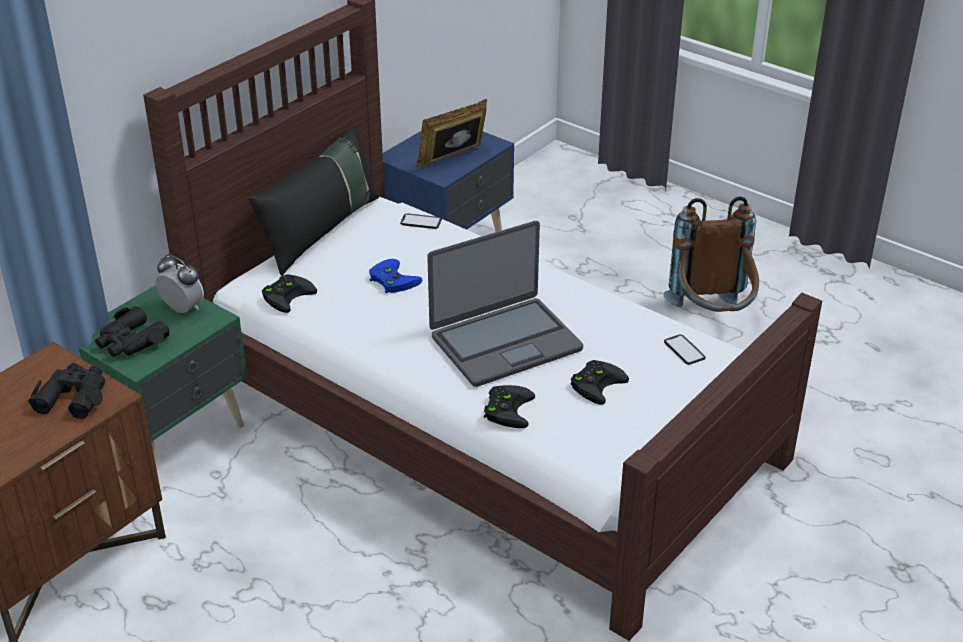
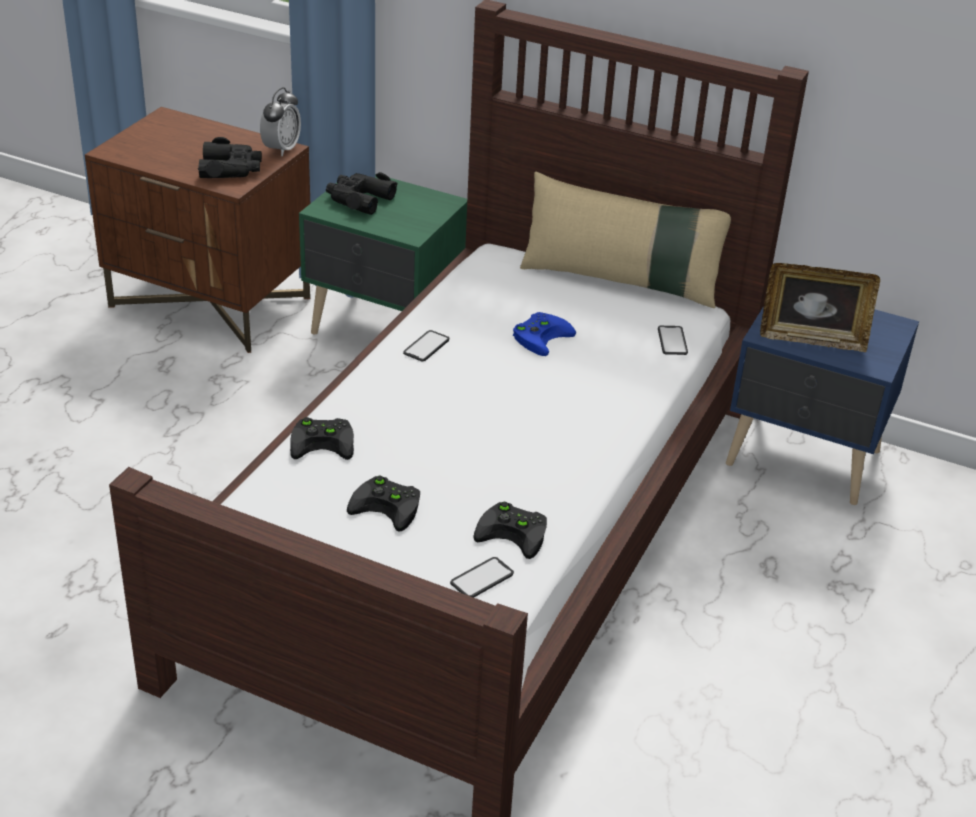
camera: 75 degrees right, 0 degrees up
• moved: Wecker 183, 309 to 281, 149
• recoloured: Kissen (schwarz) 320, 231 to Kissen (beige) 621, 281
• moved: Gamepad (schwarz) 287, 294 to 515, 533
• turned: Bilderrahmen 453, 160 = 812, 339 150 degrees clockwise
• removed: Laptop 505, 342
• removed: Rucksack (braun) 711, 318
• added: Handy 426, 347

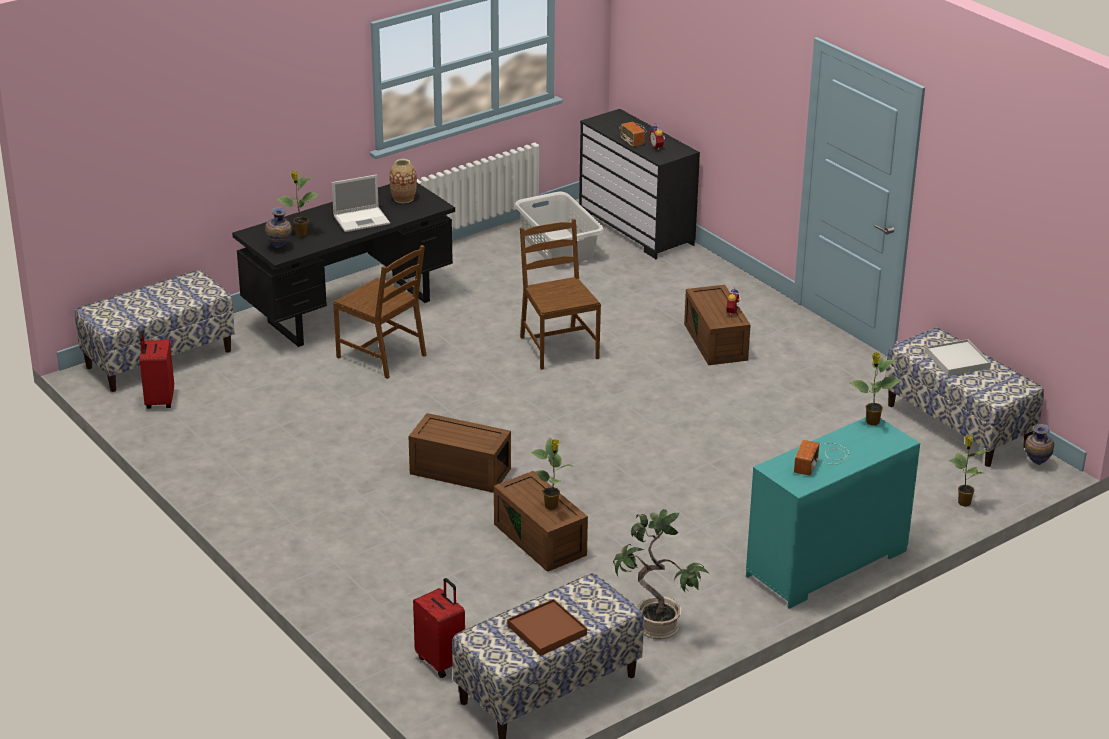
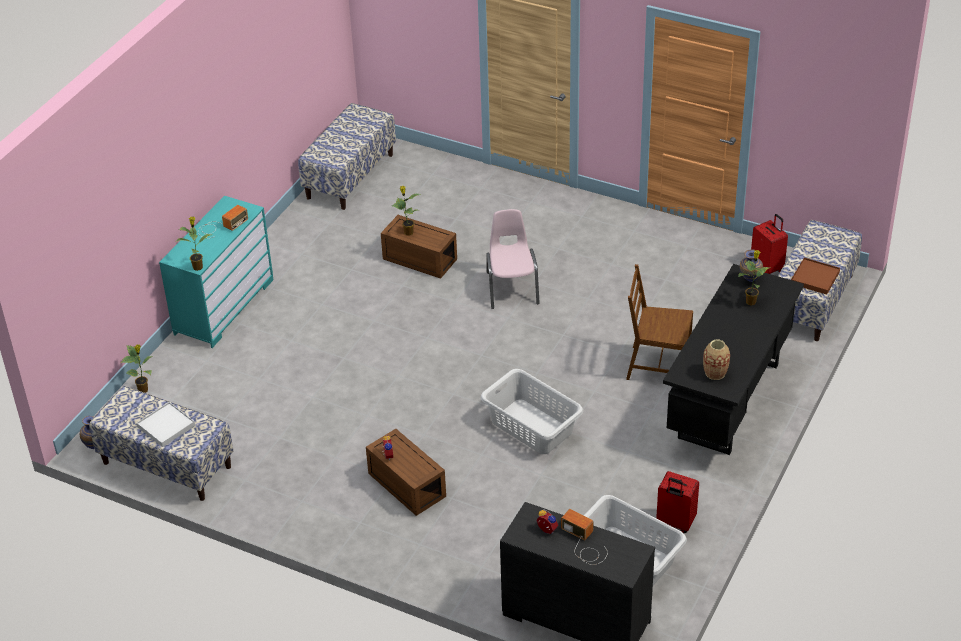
camera: 155 degrees right, 10 degrees up
• removed: Laptop 362, 219
• replaced: Aufbewahrungsbox (braun) 458, 471 to Stuhl (rosa) 512, 288
• moved: Koffer (rot) 441, 661 to 675, 523
• moved: Tablett (braun) 547, 630 to 815, 278
• replaced: Stuhl (braun) 557, 347 to Wäschekorb (grau) 531, 427
• removed: Topfpflanze 656, 627
• turned: Radio 822, 459 = 220, 226 45 degrees clockwise

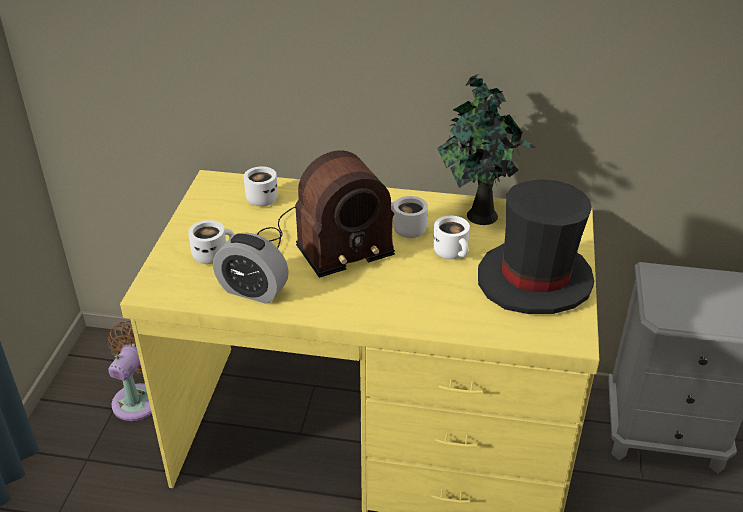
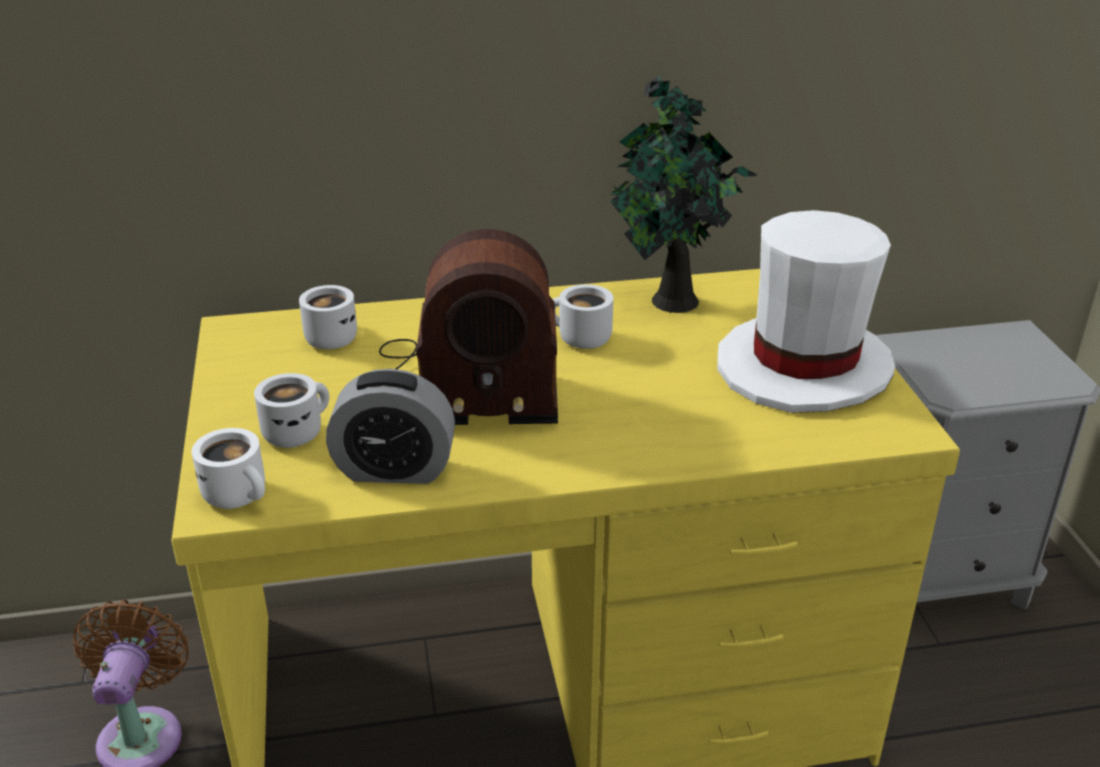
camera: 20 degrees left, 5 degrees down
• turned: Radio 323, 244 = 466, 382 45 degrees clockwise
• moved: Henkelbecher (weiß) 453, 252 to 240, 495
• recoloured: Hut (schwarz) 535, 280 to Hut (weiß) 804, 367

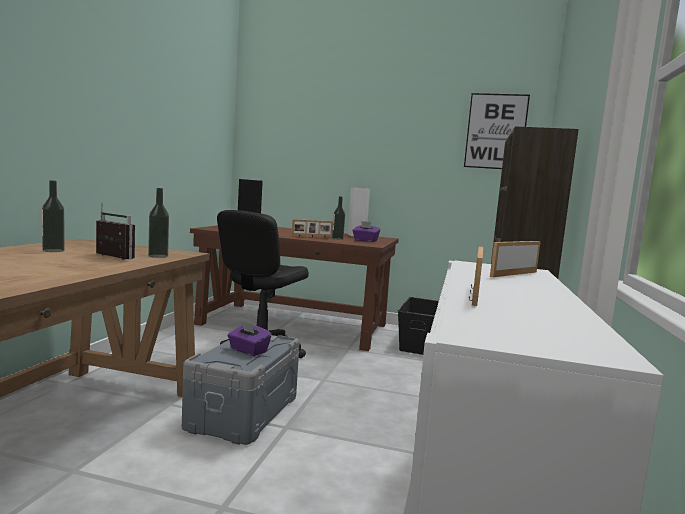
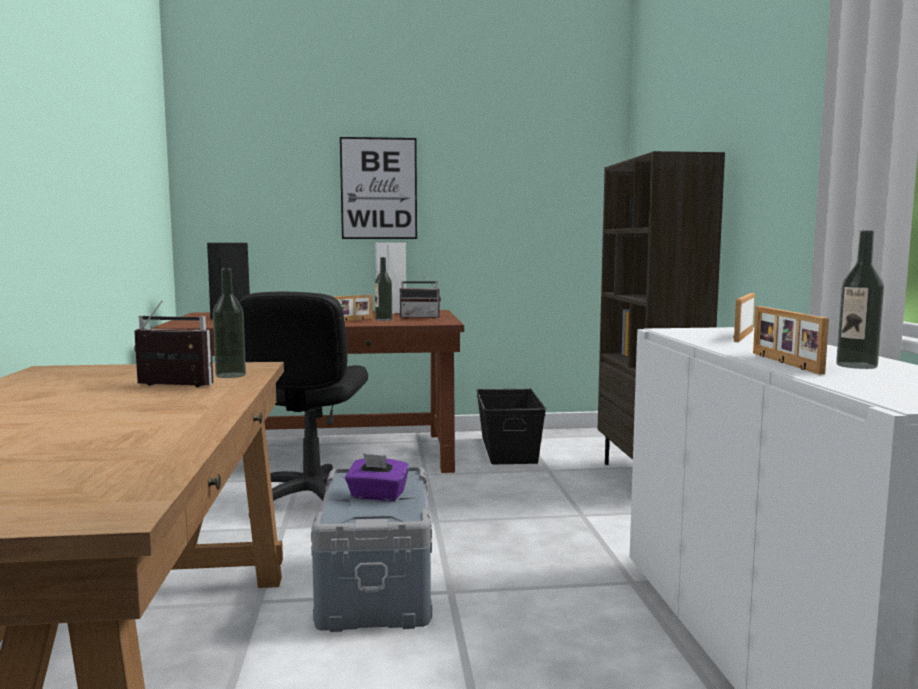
camera: 20 degrees left, 0 degrees up
• moved: Flasche 53, 250 to 856, 365
• replaced: Taschentuchbox (lila) 365, 240 to Radio 420, 317
• moved: Bild 496, 131 to 379, 188

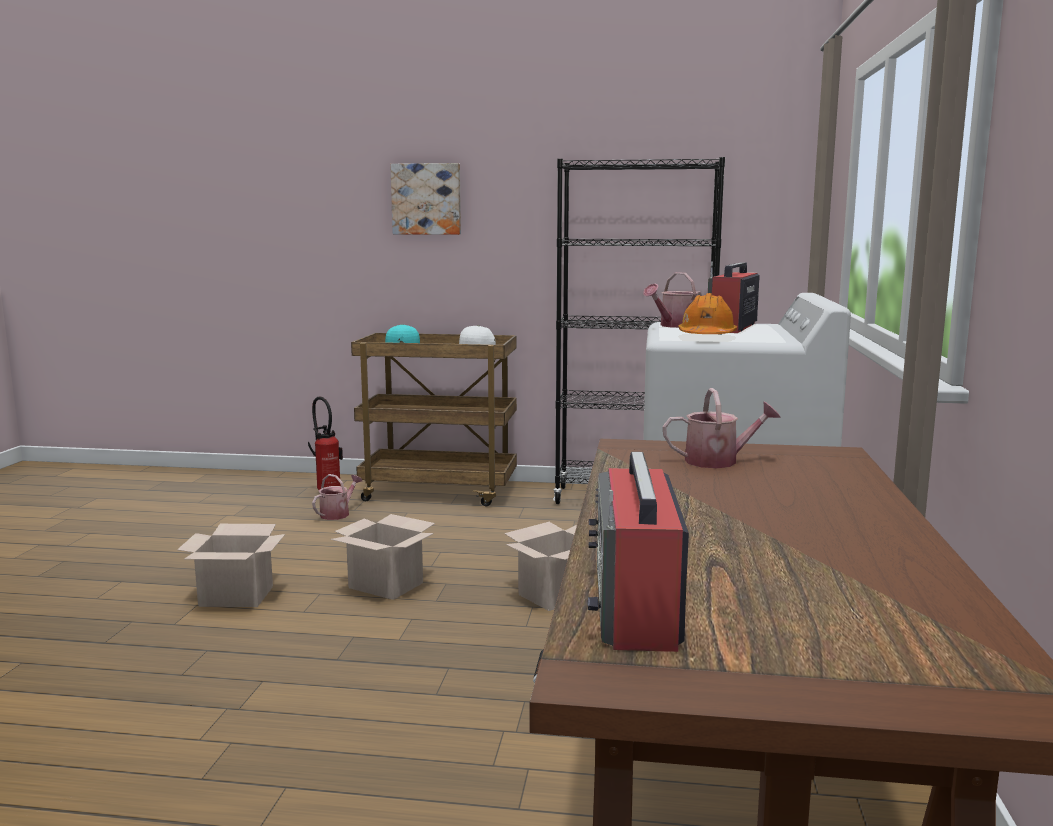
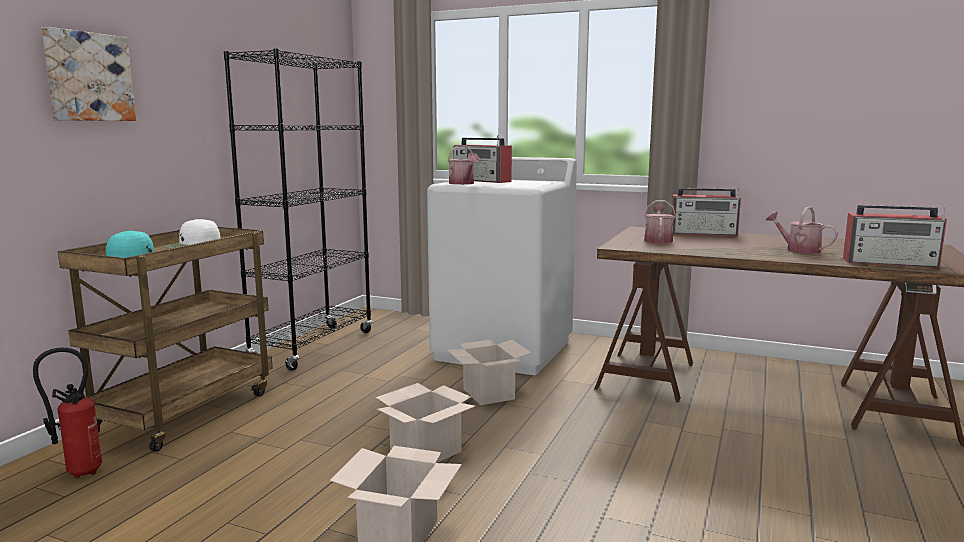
camera: 75 degrees left, 0 degrees up
• moved: Gießkanne 337, 514 to 798, 250
• removed: Schutzhelm (orange) 707, 337
• added: Radio 704, 233

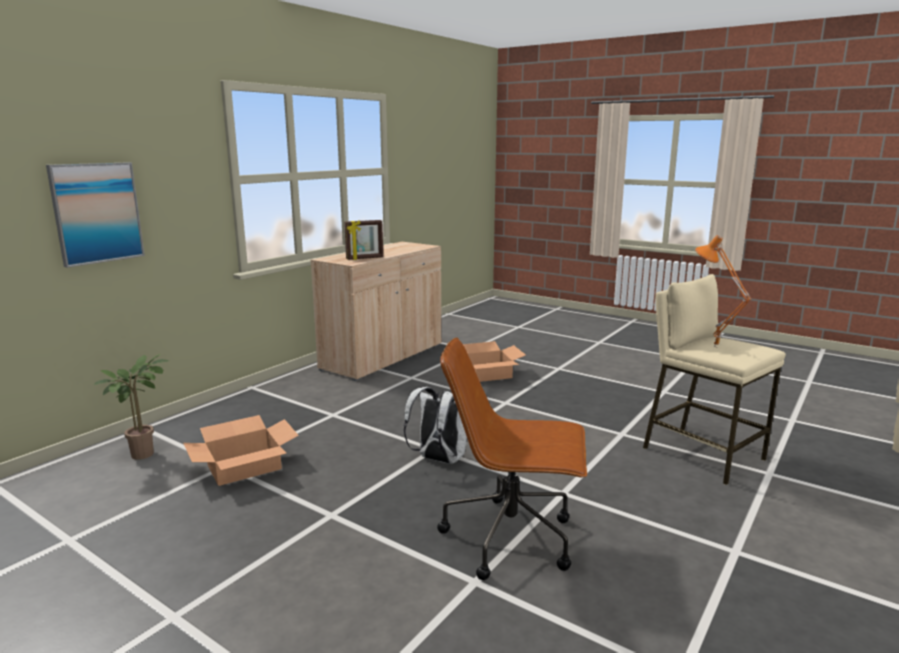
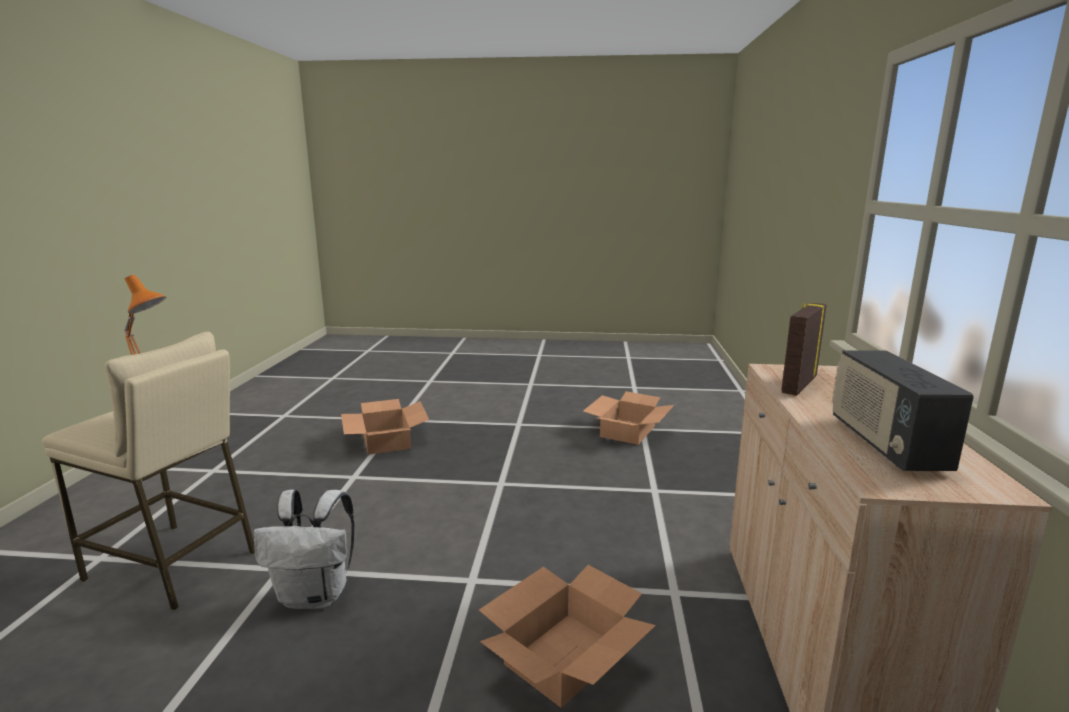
camera: 150 degrees right, 0 degrees up
• removed: Bild 97, 213
• removed: Topfpflanze 144, 452
• moved: Rucksack (weiß) 439, 459 to 316, 596
• replaced: Bürostuhl (braun) 512, 538 to Karton 386, 440
• added: Radio 884, 444

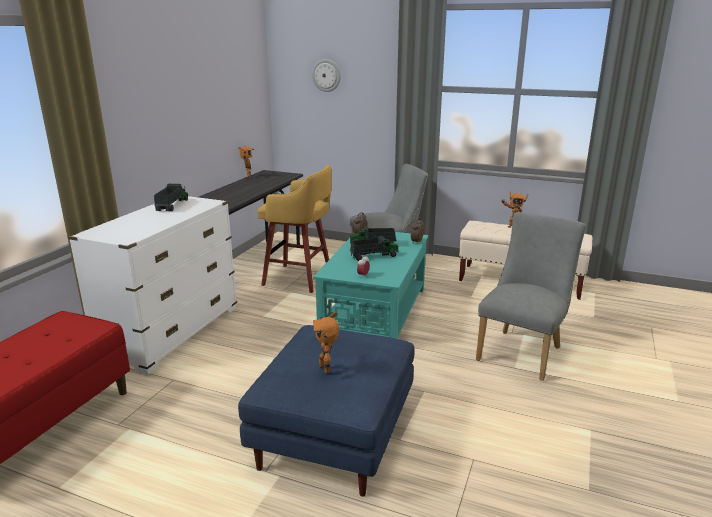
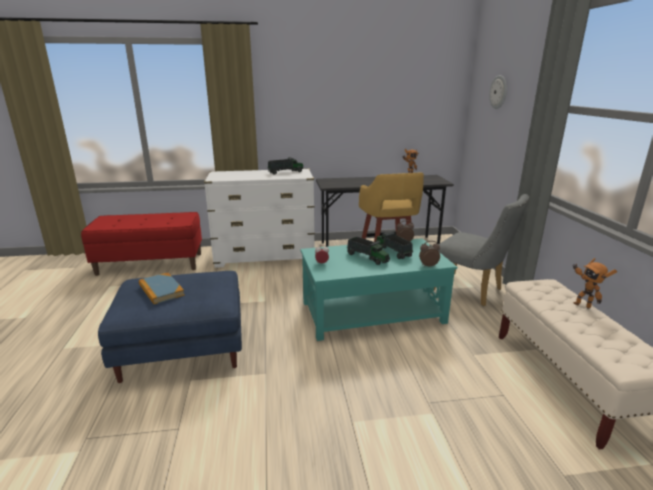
camera: 60 degrees right, 0 degrees up
• replaced: Spielzeugroboter 326, 368 to Buch 161, 290
• removed: Stuhl (grau) 522, 351

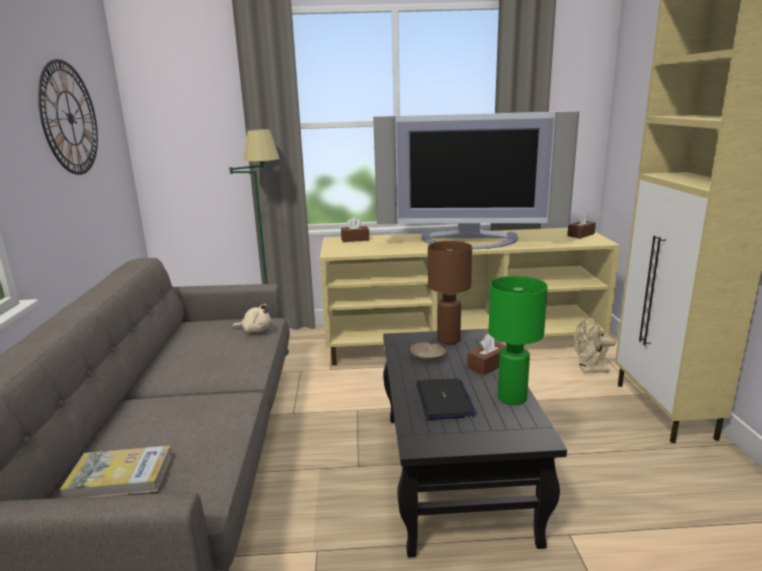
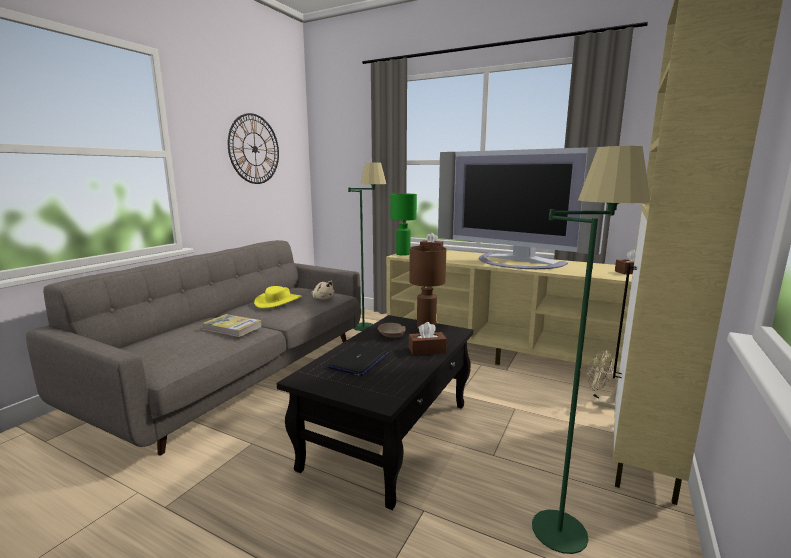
camera: 30 degrees right, 5 degrees down
• moved: Buch 120, 476 to 232, 328
• moved: Tischlampe (grün) 512, 398 to 403, 254
• added: Hut (gelb) 278, 301
• added: Stehlampe (grün) 566, 515

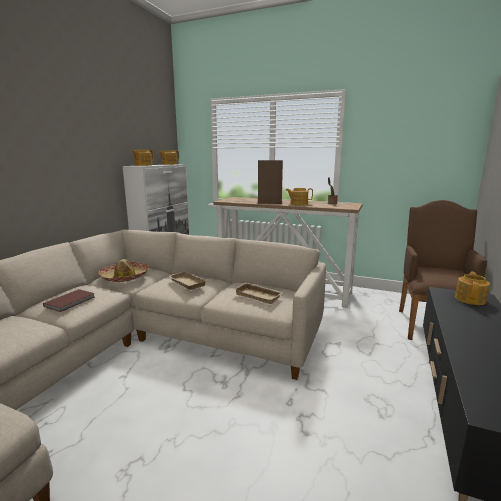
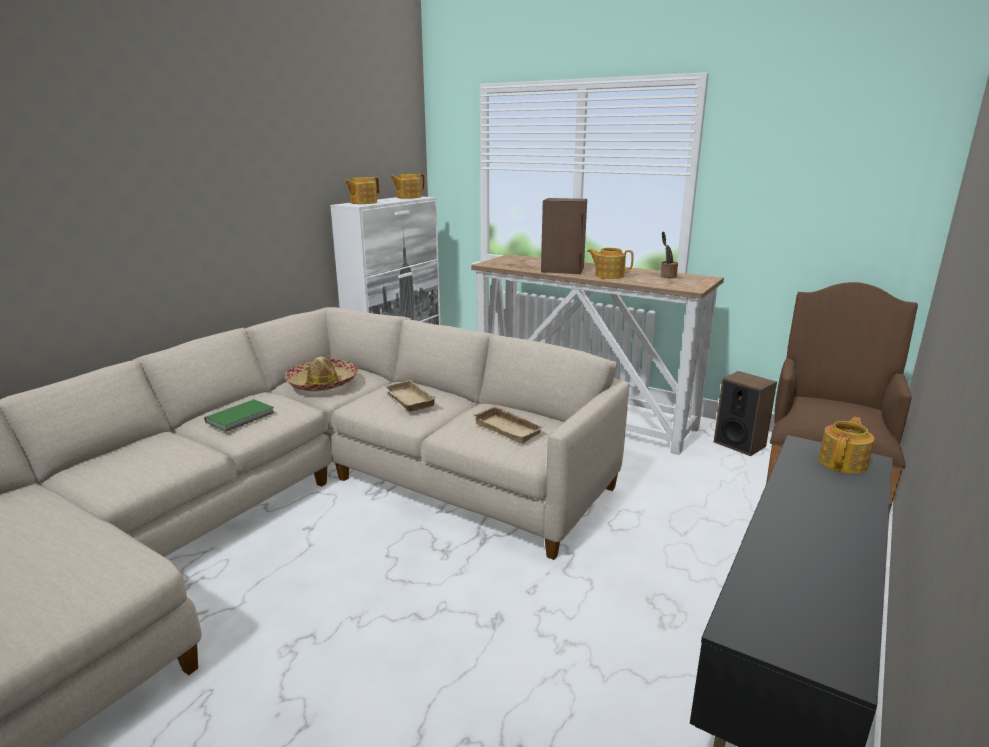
camera: 10 degrees right, 5 degrees up
• recoloured: Buch (braun) 71, 302 to Buch (grün) 242, 417
• added: Lautsprecher 739, 444

